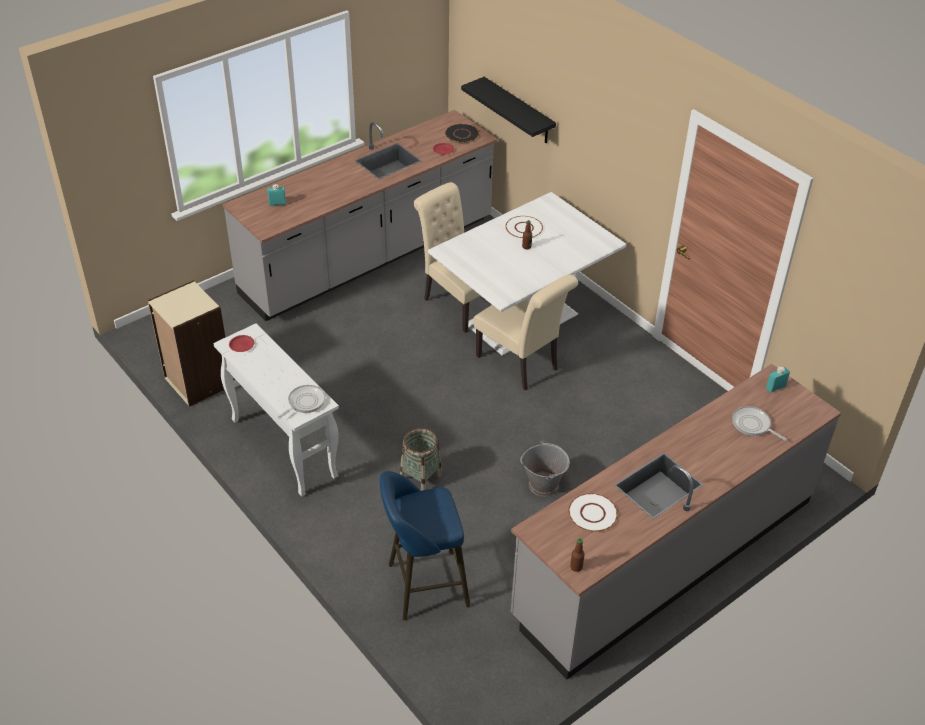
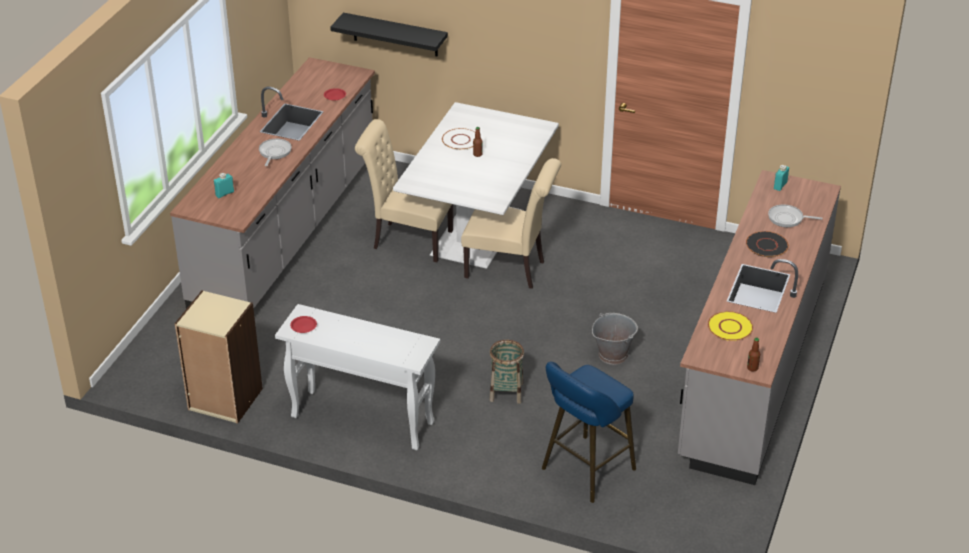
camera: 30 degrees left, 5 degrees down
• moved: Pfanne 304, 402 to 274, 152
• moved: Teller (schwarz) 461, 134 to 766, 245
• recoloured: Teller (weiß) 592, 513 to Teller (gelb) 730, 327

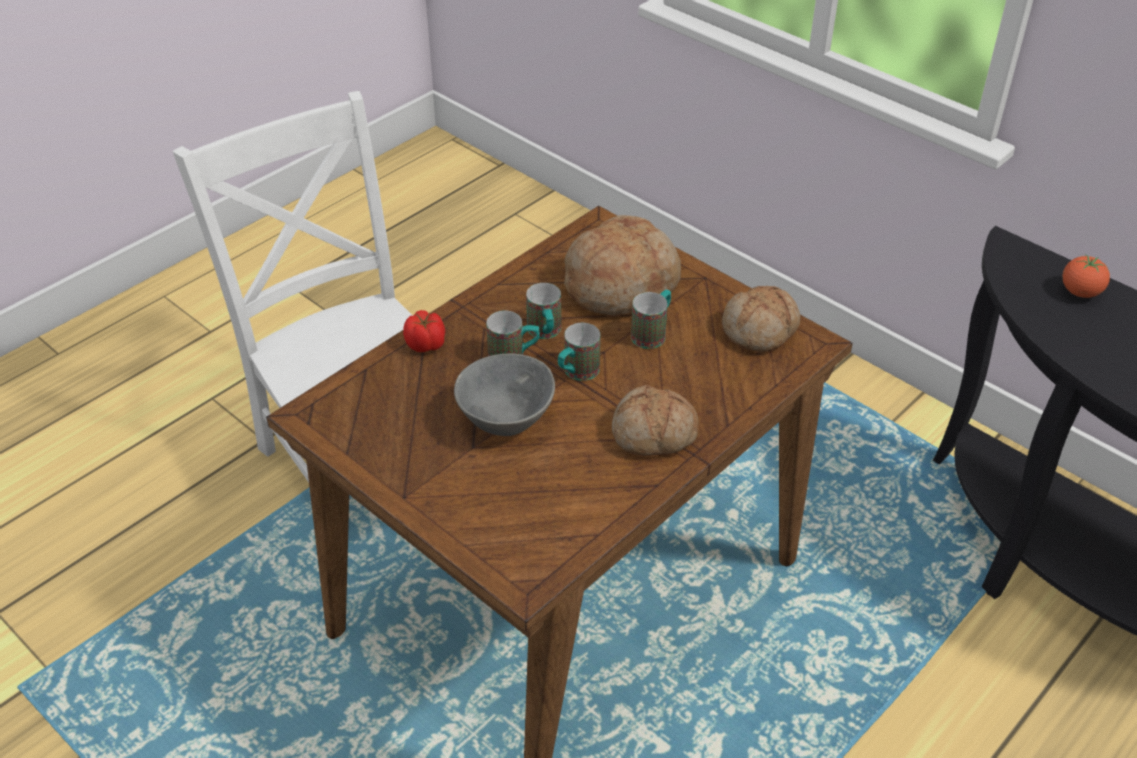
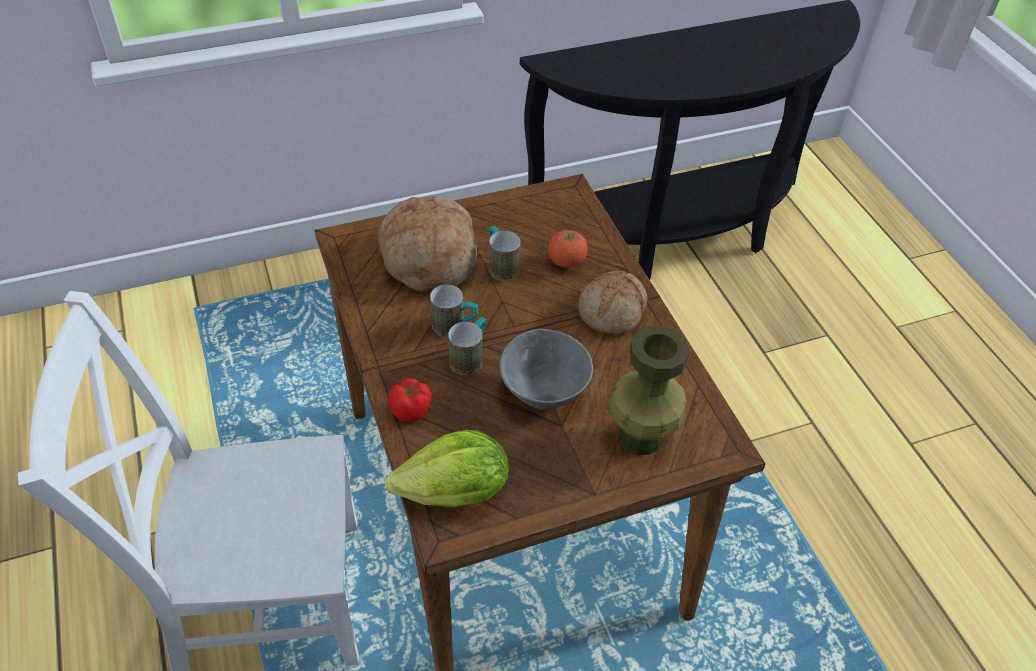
camera: 65 degrees left, 5 degrees up
• removed: Henkelbecher 576, 373
• removed: Brot 760, 330
• moved: Tomate 1080, 292 to 566, 262
• added: Salatkopf 456, 493
• added: Vase (grün) 641, 437

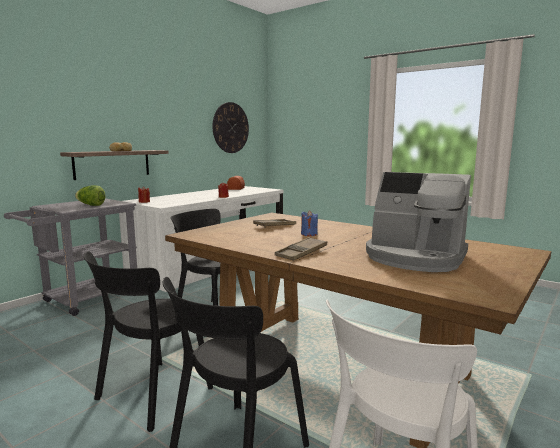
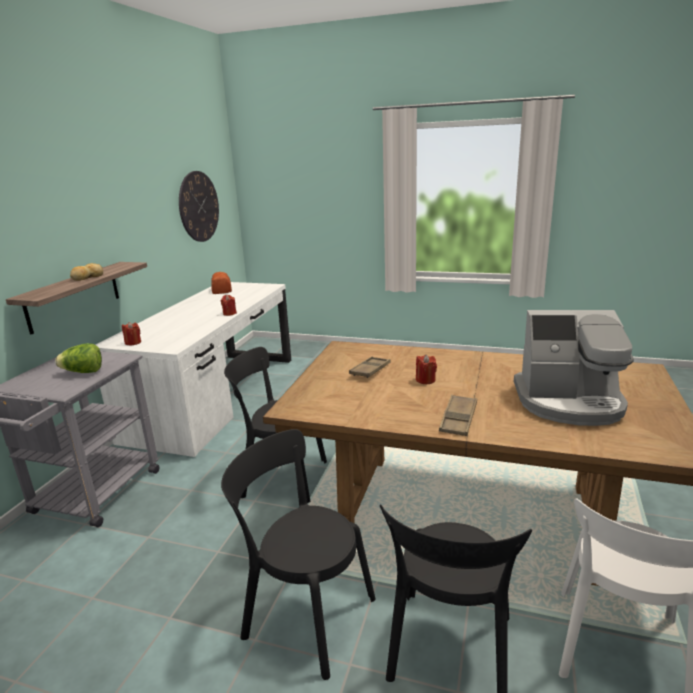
camera: 20 degrees left, 10 degrees up
• turned: Stuhl (schwarz) 150, 395 = 304, 614 105 degrees clockwise
• recoloured: Kerze (blau) 309, 234 to Kerze (rot) 425, 380

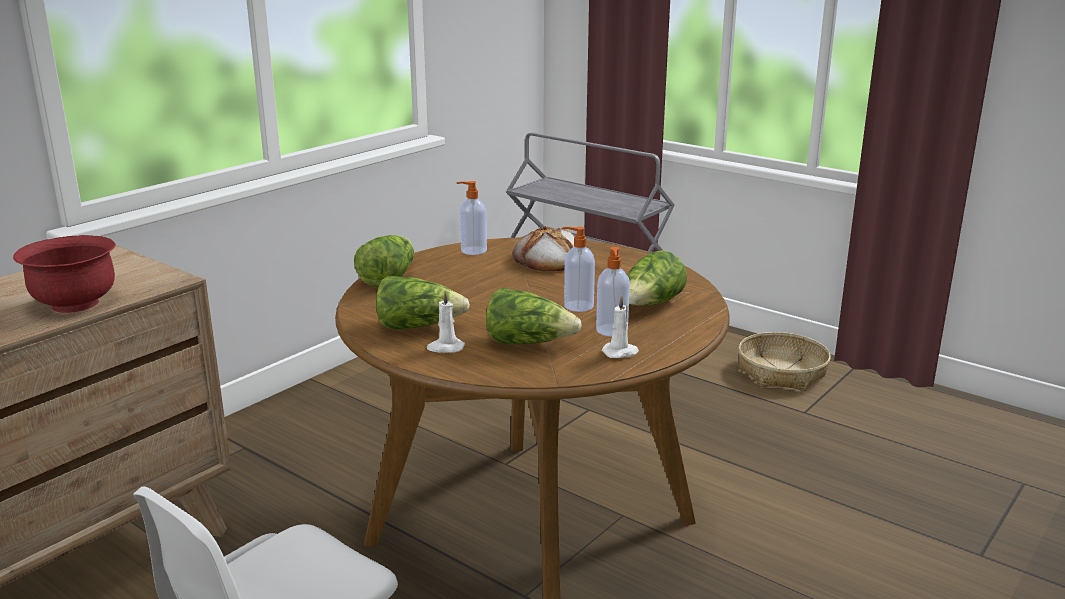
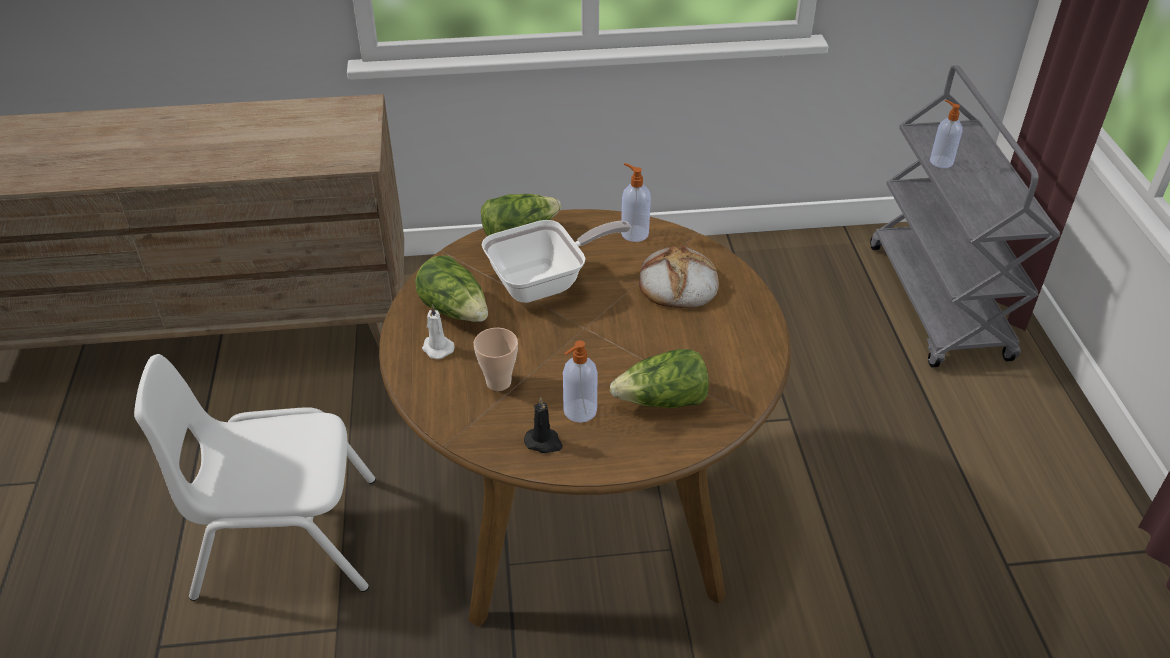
camera: 45 degrees right, 20 degrees up
• removed: Schüssel (rot) 75, 304
• replaced: Salatkopf 529, 343 to Tasse 498, 382
• moved: Seifenspender 577, 306 to 940, 161
• recoloured: Kerze (weiß) 620, 352 to Kerze (schwarz) 544, 442
• removed: Korb 781, 372
• added: Pfanne 545, 283

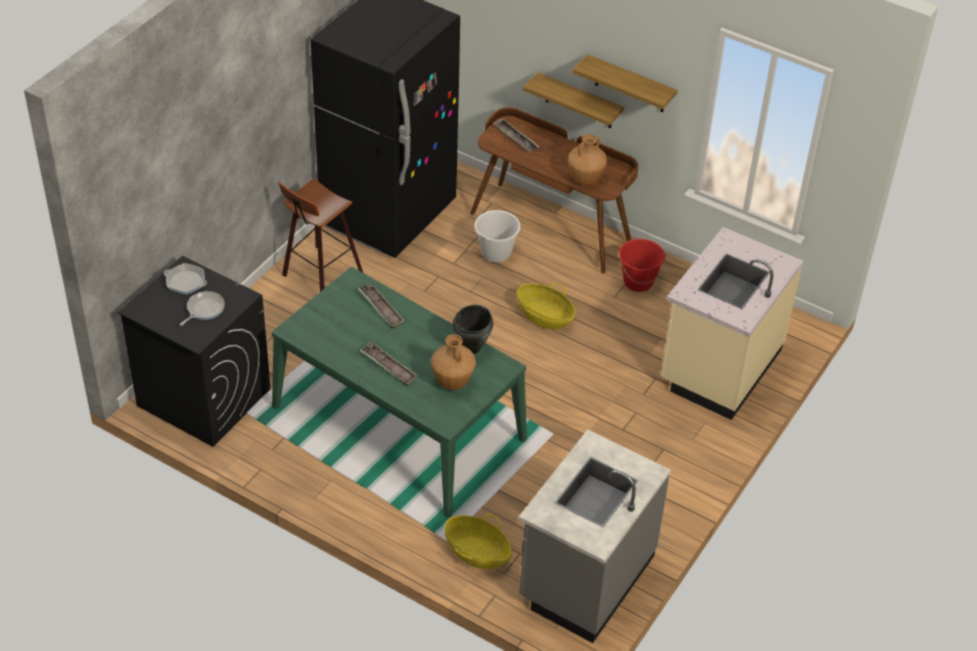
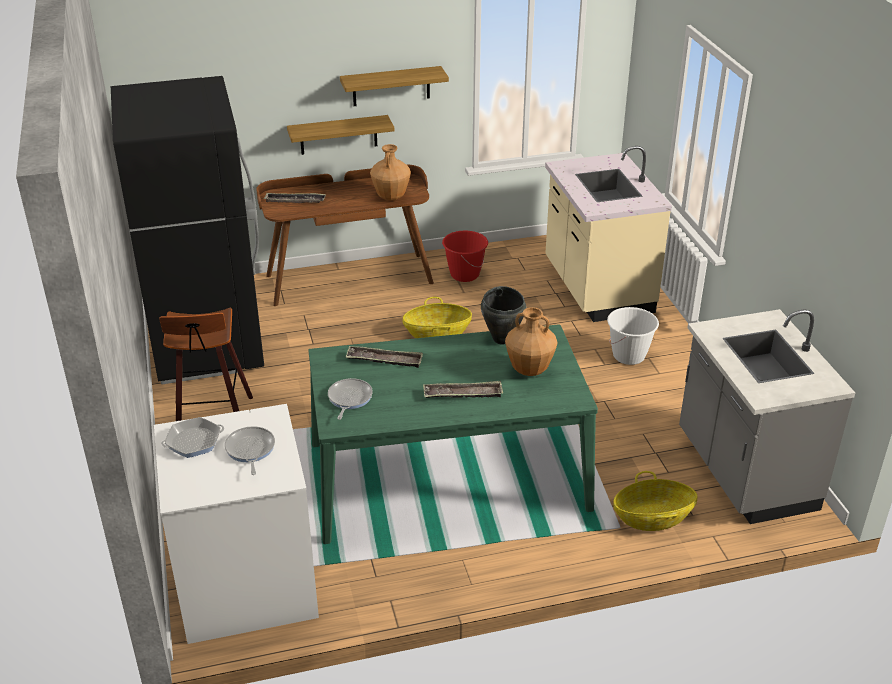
camera: 45 degrees left, 10 degrees down
• recoloured: Waschmaschine (schwarz) 203, 397 to Waschmaschine (weiß) 245, 586
• moved: Eimer (weiß) 496, 253 to 629, 356
• added: Pfanne 349, 398

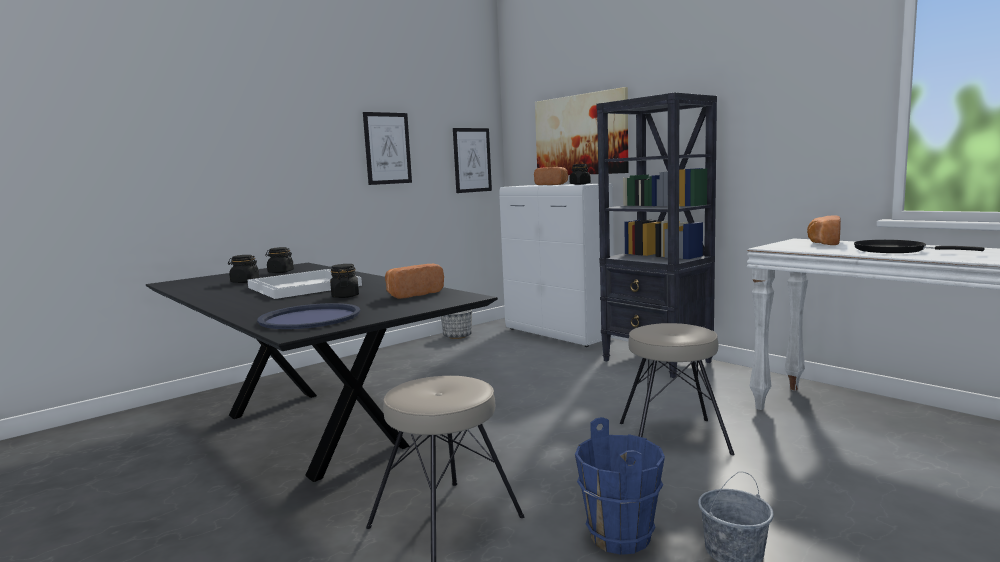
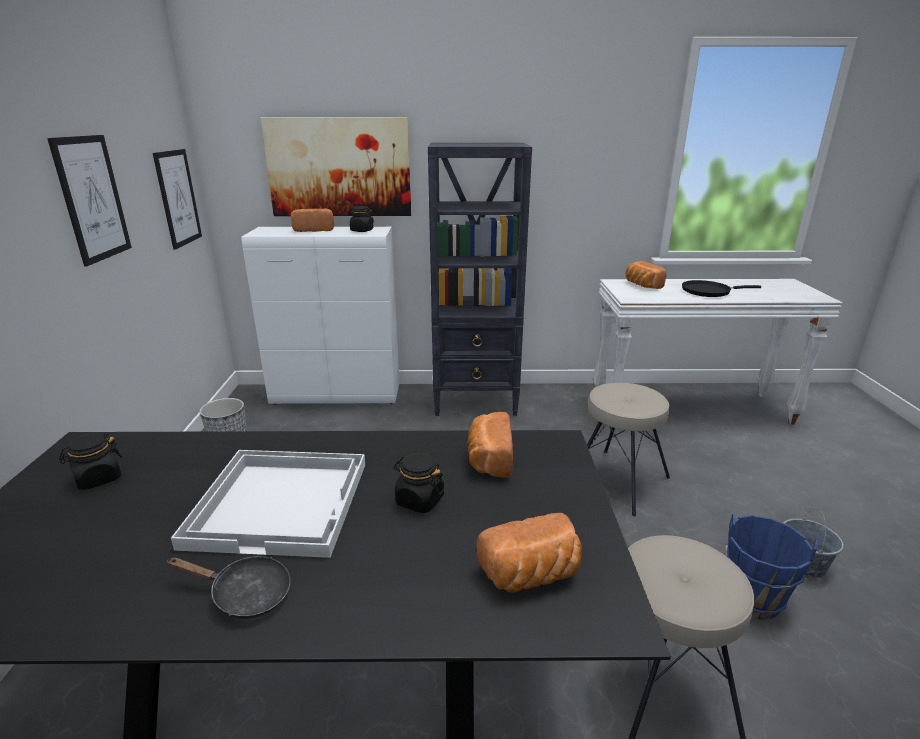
camera: 50 degrees left, 15 degrees up
• removed: Vorratsglas (schwarz) 244, 281
• replaced: Tablett (blau) 310, 318 to Brot 531, 575
• added: Pfanne (schwarz) 245, 594

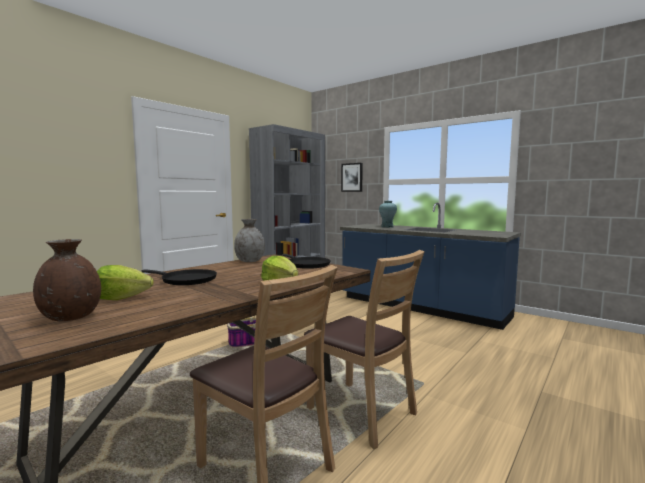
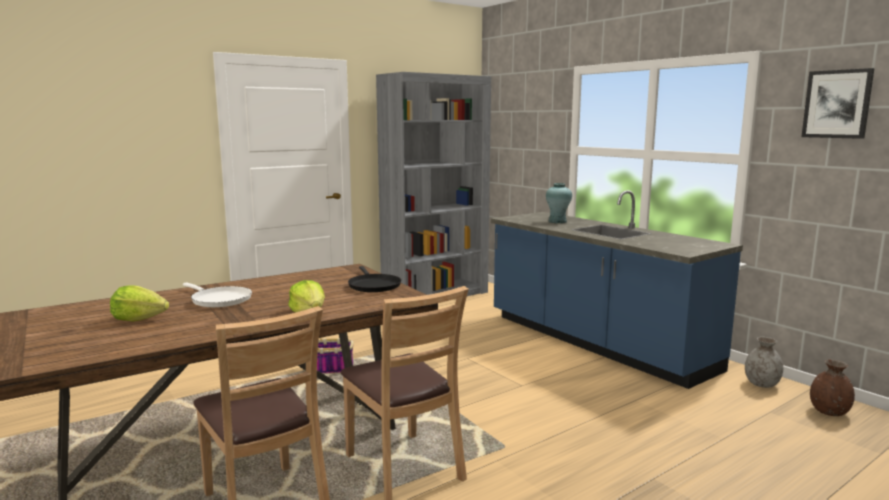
camera: 15 degrees right, 5 degrees up
• moved: Vase (braun) 70, 317 to 829, 412
• recoloured: Pfanne (schwarz) 186, 280 to Pfanne (weiß) 219, 300
• moved: Vase (grau) 250, 261 to 761, 384
• moved: Bild 352, 177 to 837, 104

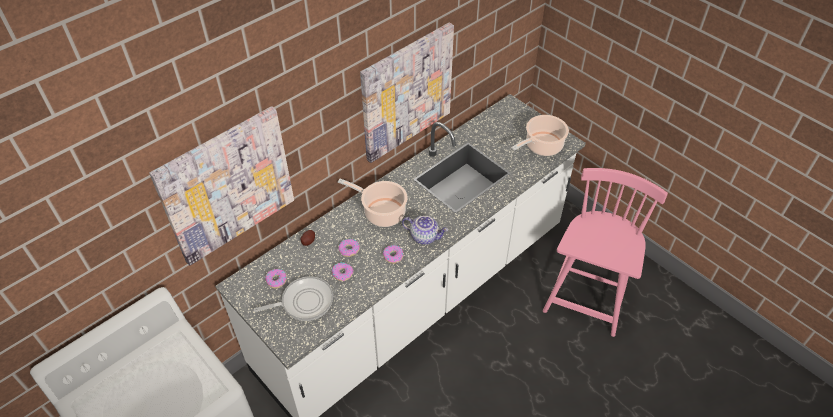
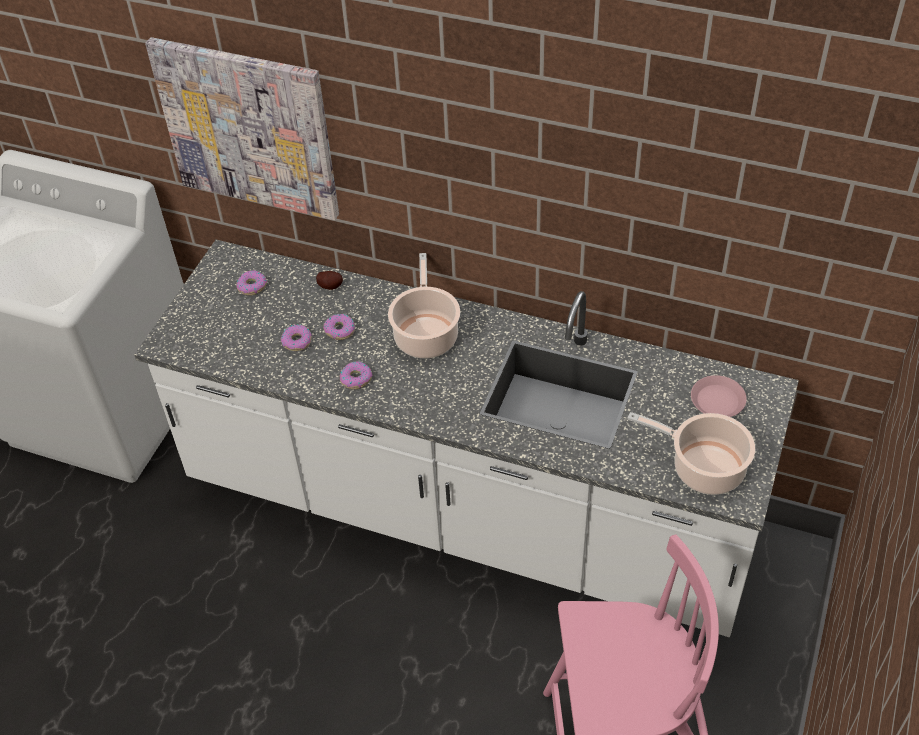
camera: 65 degrees right, 0 degrees up
• removed: Pfanne 304, 302
• removed: Bild 406, 92
• removed: Teekanne 425, 236
• added: Teller (rosa) 717, 400

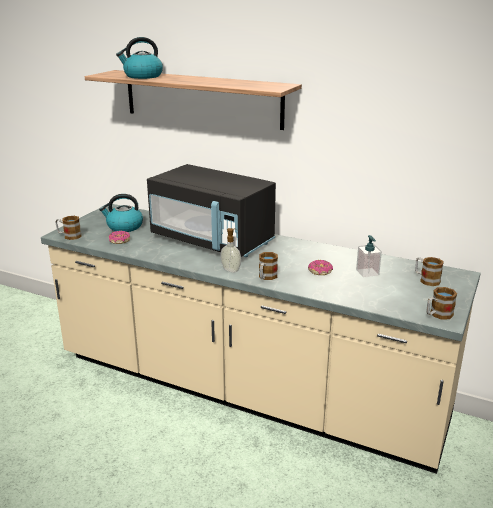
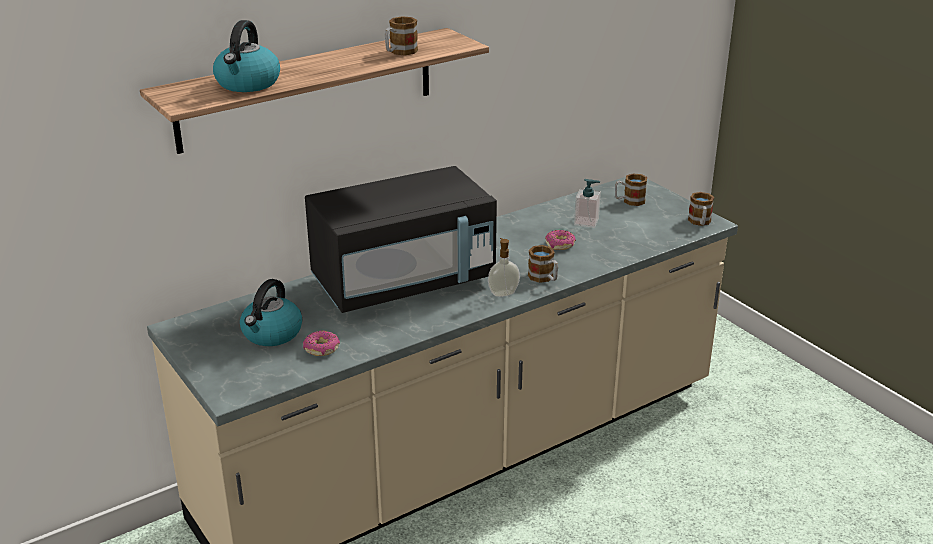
camera: 60 degrees left, 5 degrees up
• moved: Henkelbecher 69, 236 to 400, 52

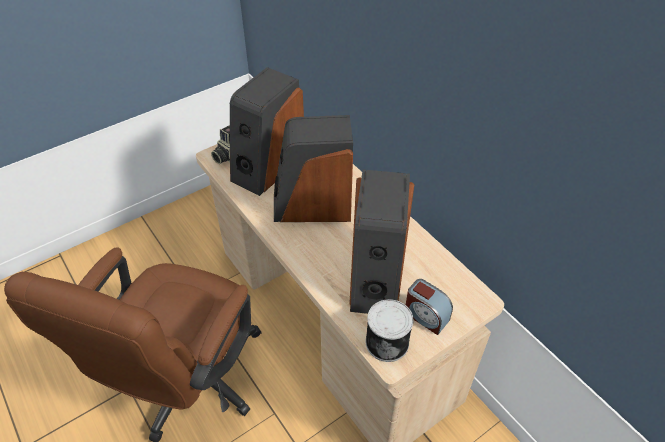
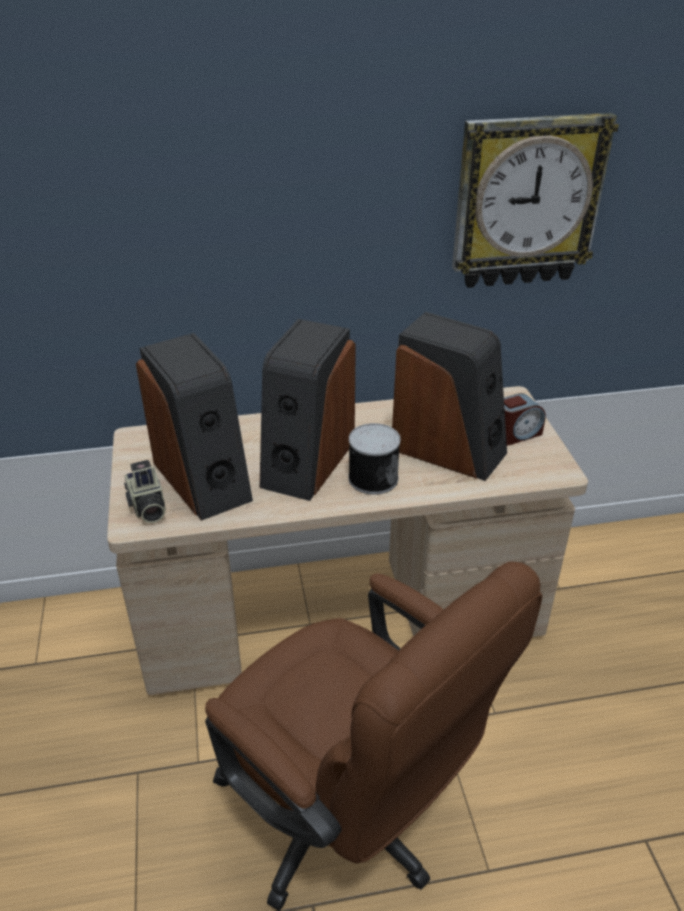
camera: 65 degrees left, 10 degrees down
• moved: Dose 387, 341 to 372, 477
• added: Wanduhr 526, 202

